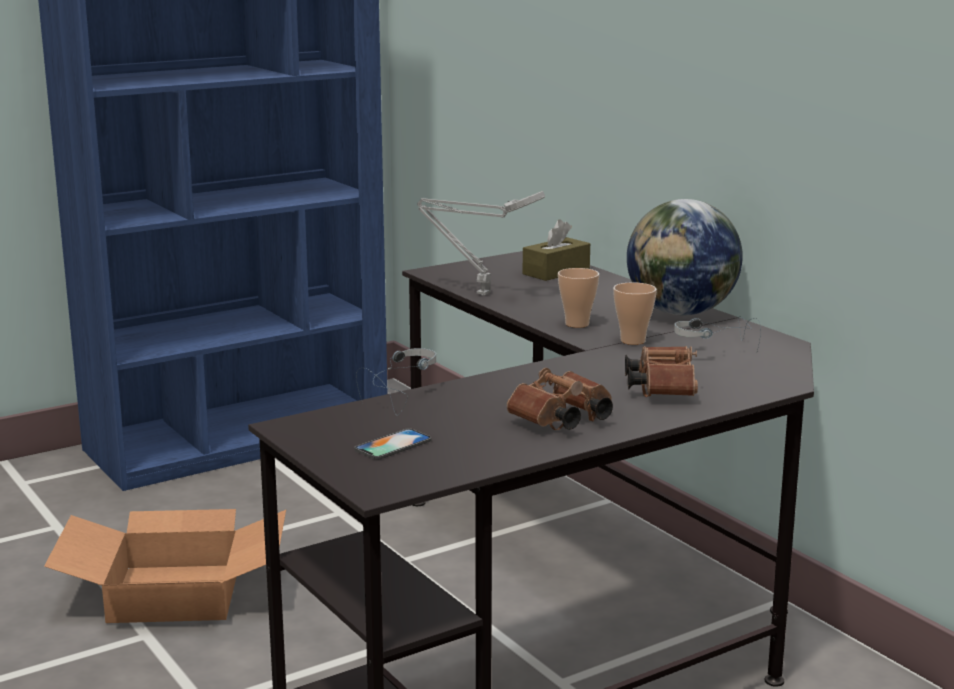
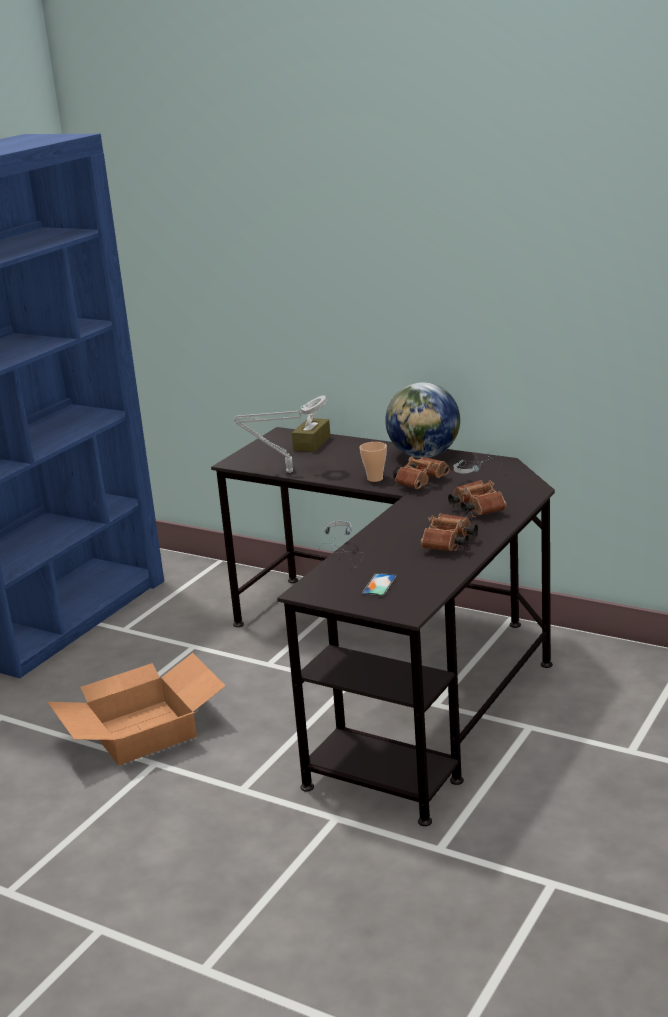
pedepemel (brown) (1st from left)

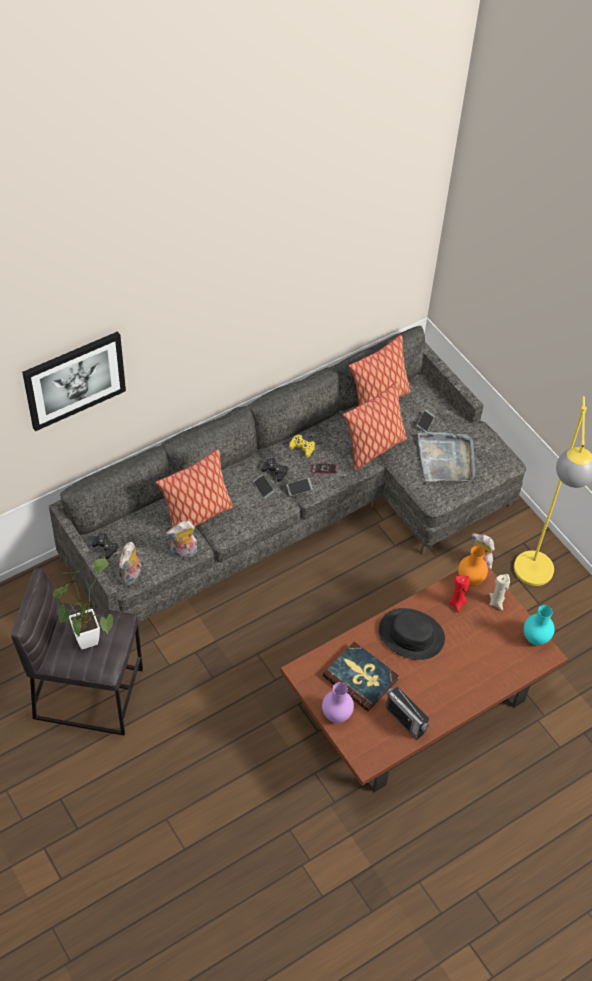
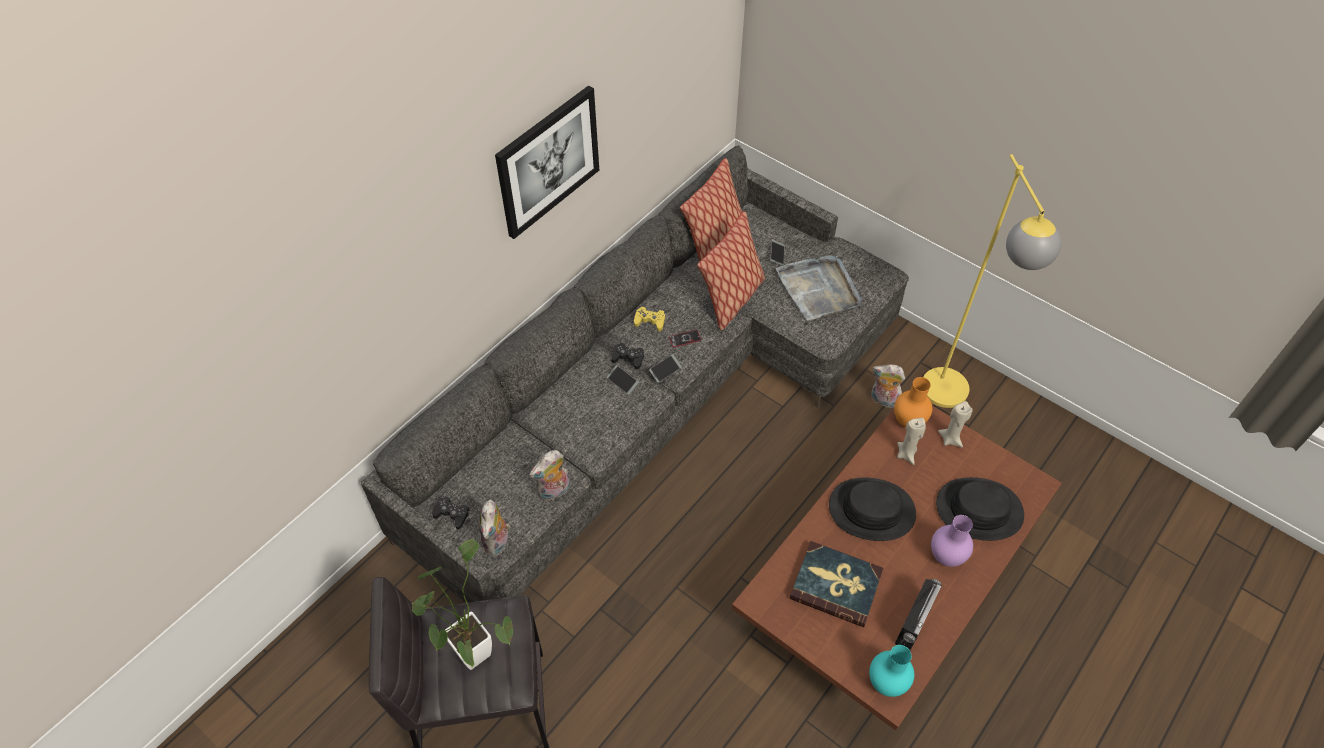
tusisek
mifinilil (1st from left in the first image)
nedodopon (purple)
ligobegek
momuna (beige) (1st from left)
nedodopon (turquoise)
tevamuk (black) (2nd from left)

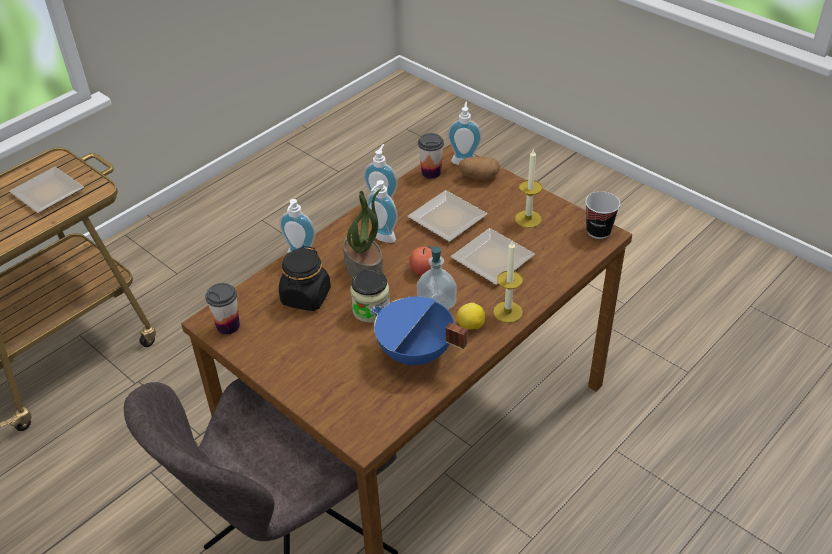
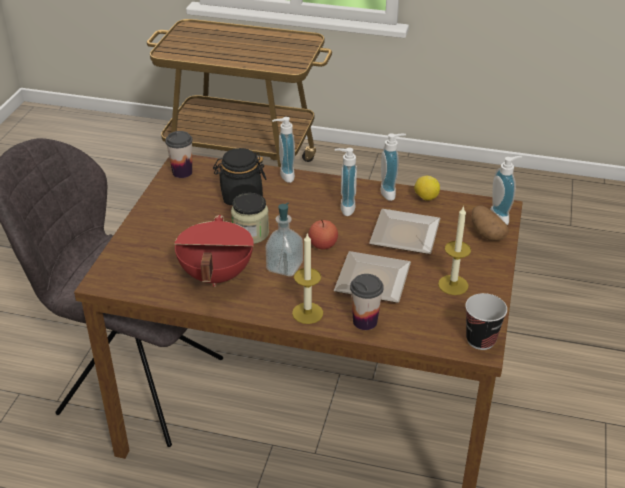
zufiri (1st from left in the first image)
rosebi
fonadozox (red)
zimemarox (2nd from left)
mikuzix

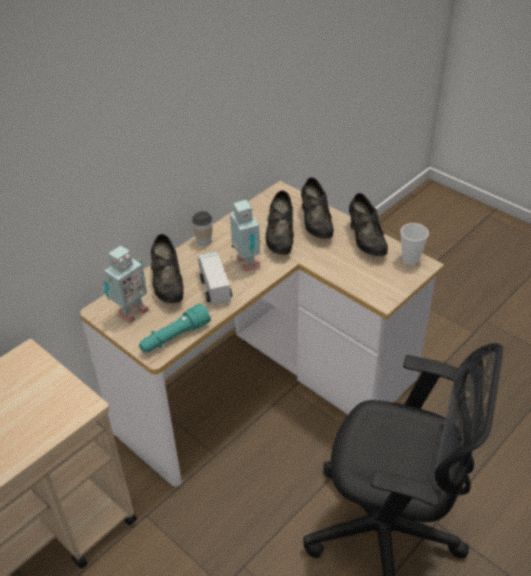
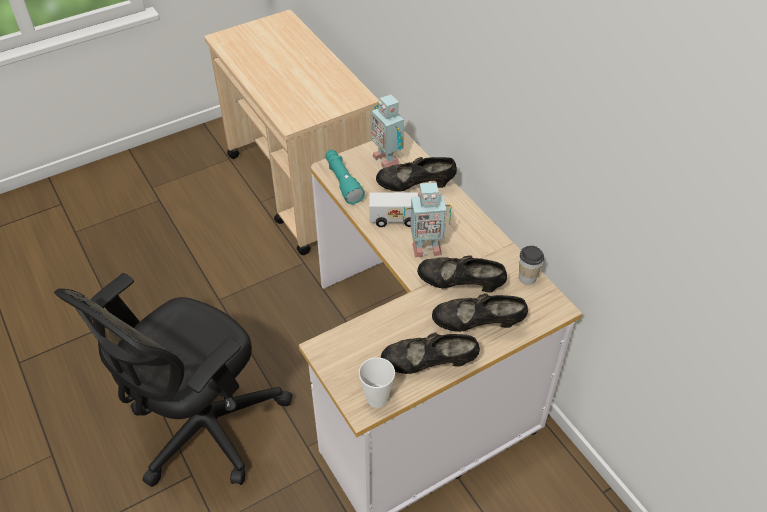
zimemarox (2nd from left)

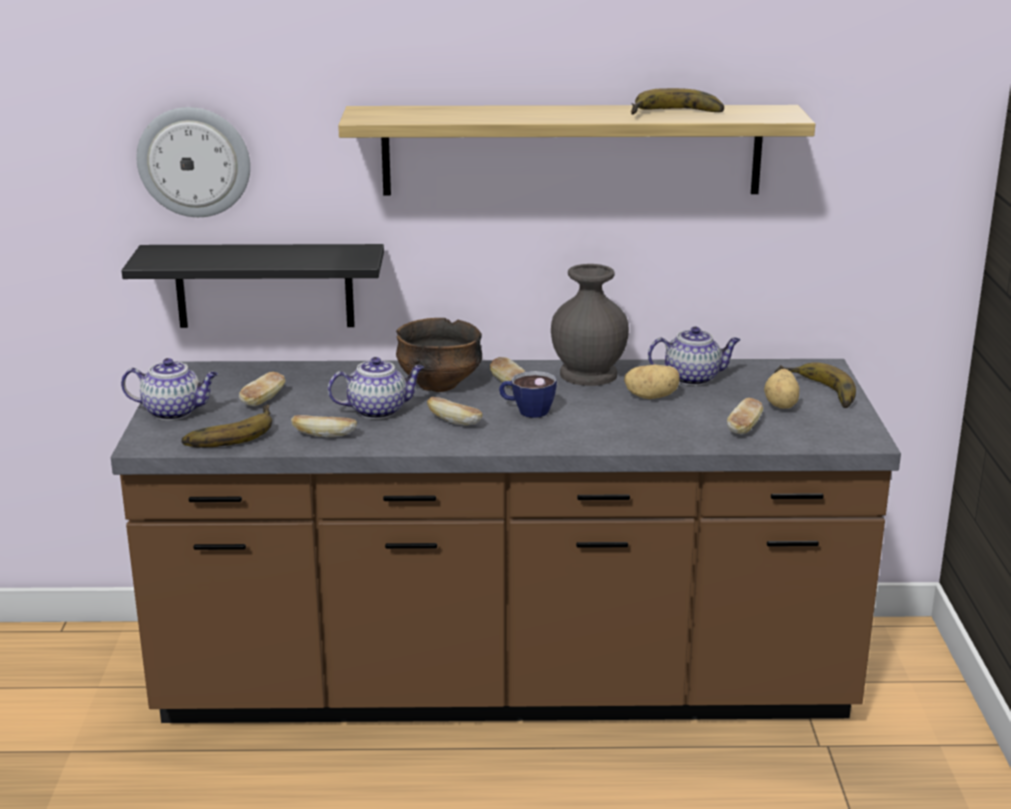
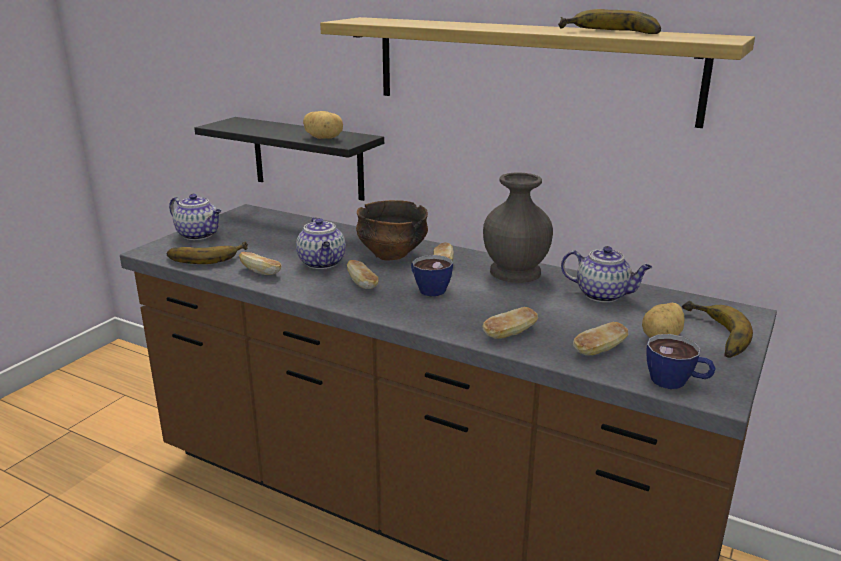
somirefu
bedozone (4th from left)
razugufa (2nd from left)
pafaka (1st from left)
zimemarox (2nd from left)

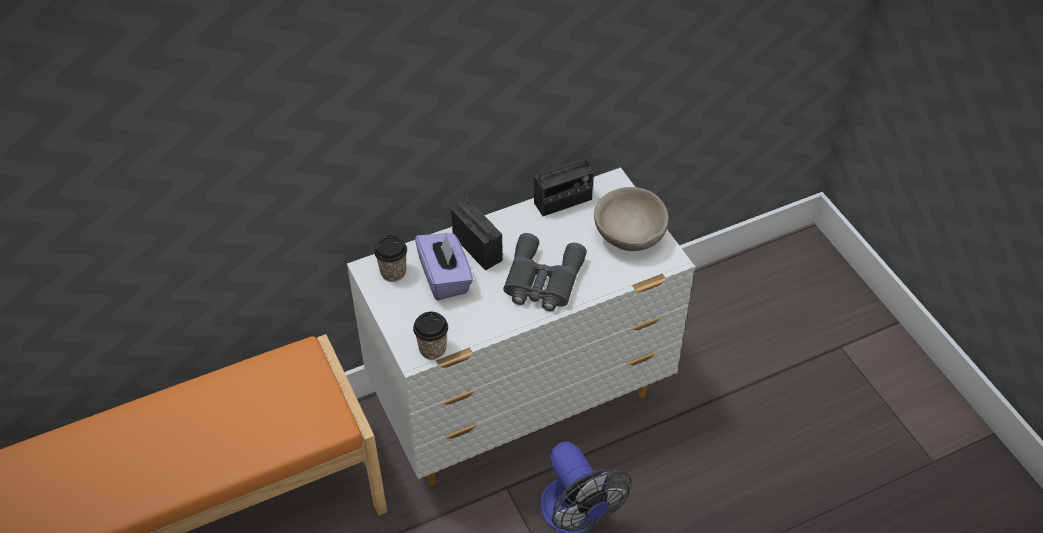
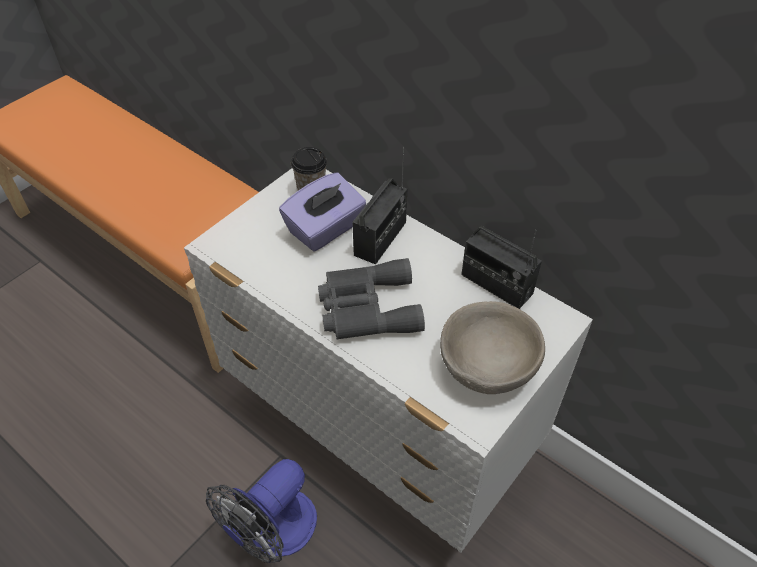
zimemarox (2nd from left in the first image)

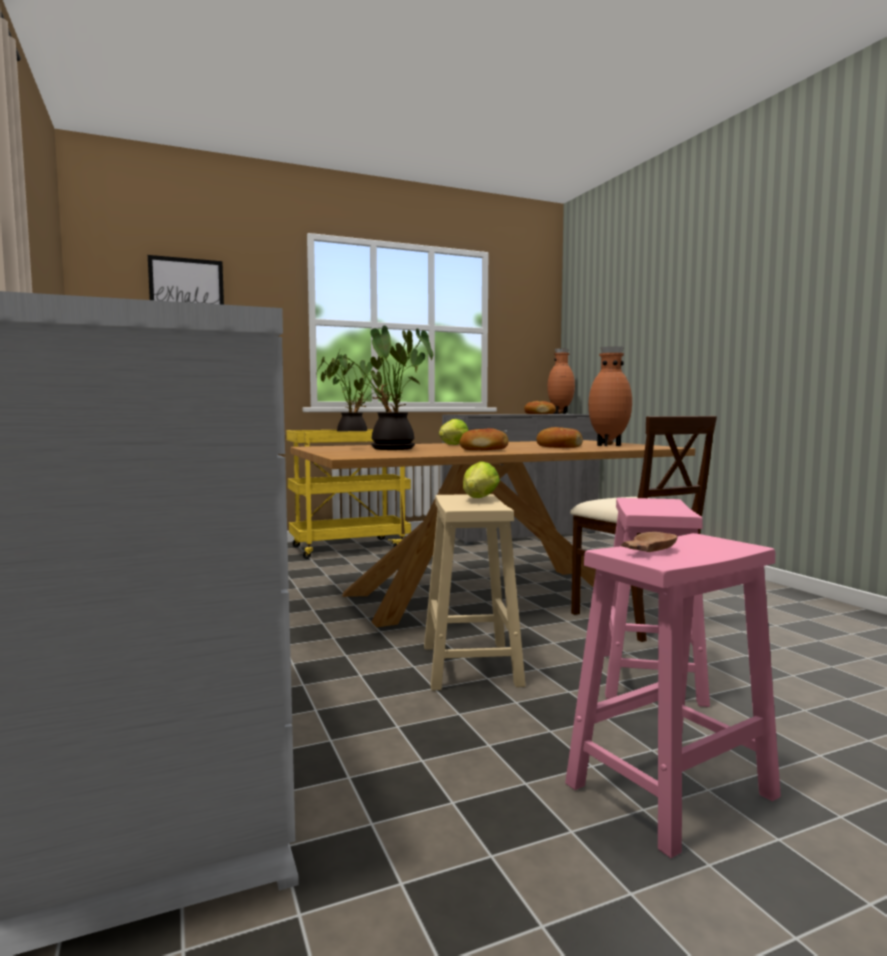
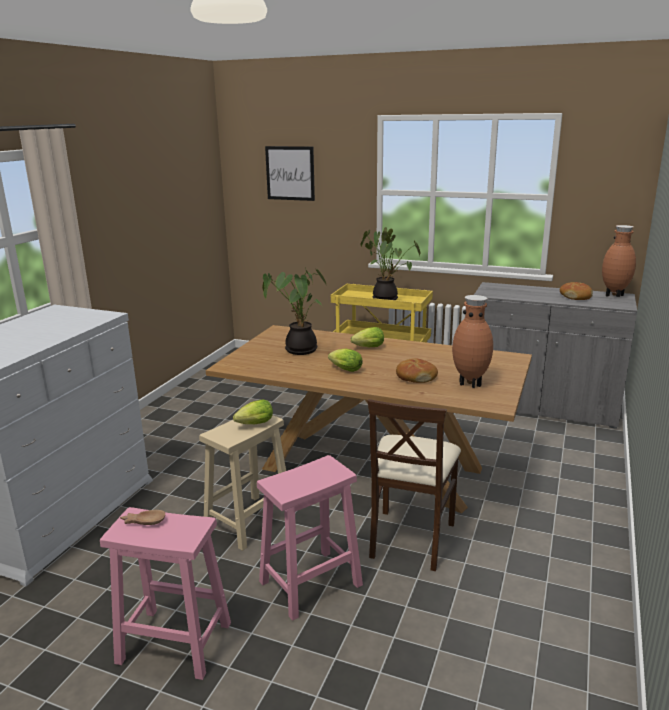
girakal (2nd from left)

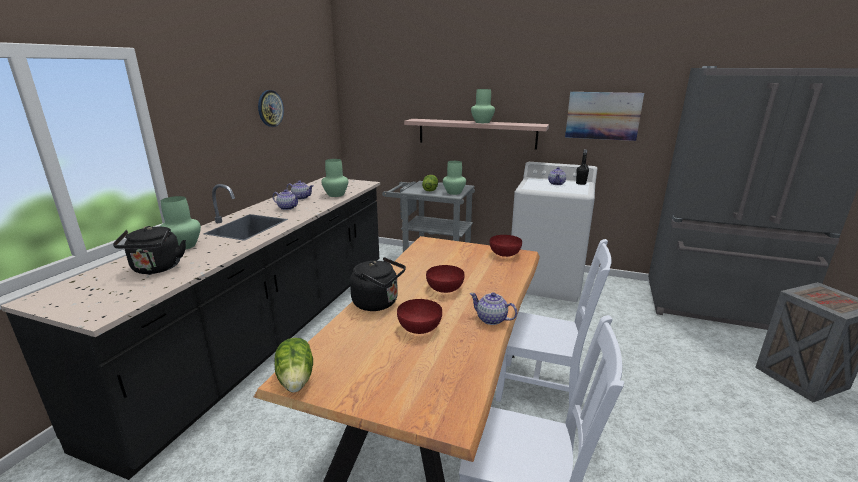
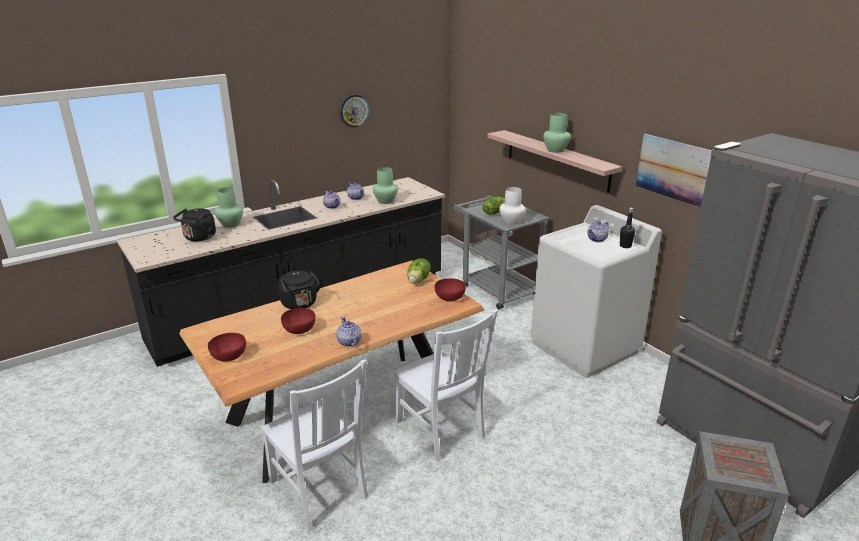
girakal (1st from left)
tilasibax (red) (1st from left)
nedodopon (white)

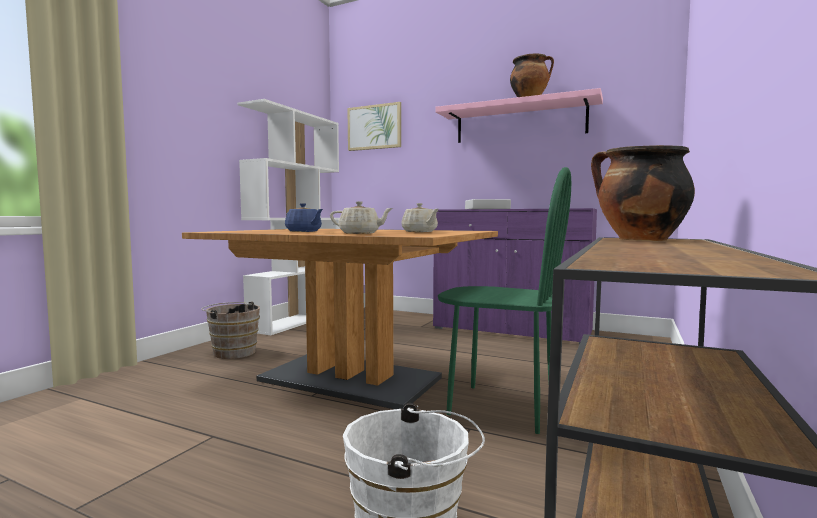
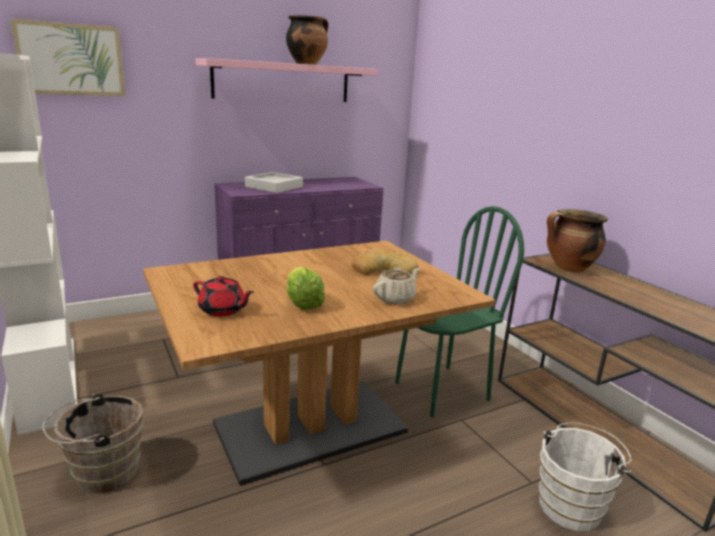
girakal
bedozone
razugufa (red)

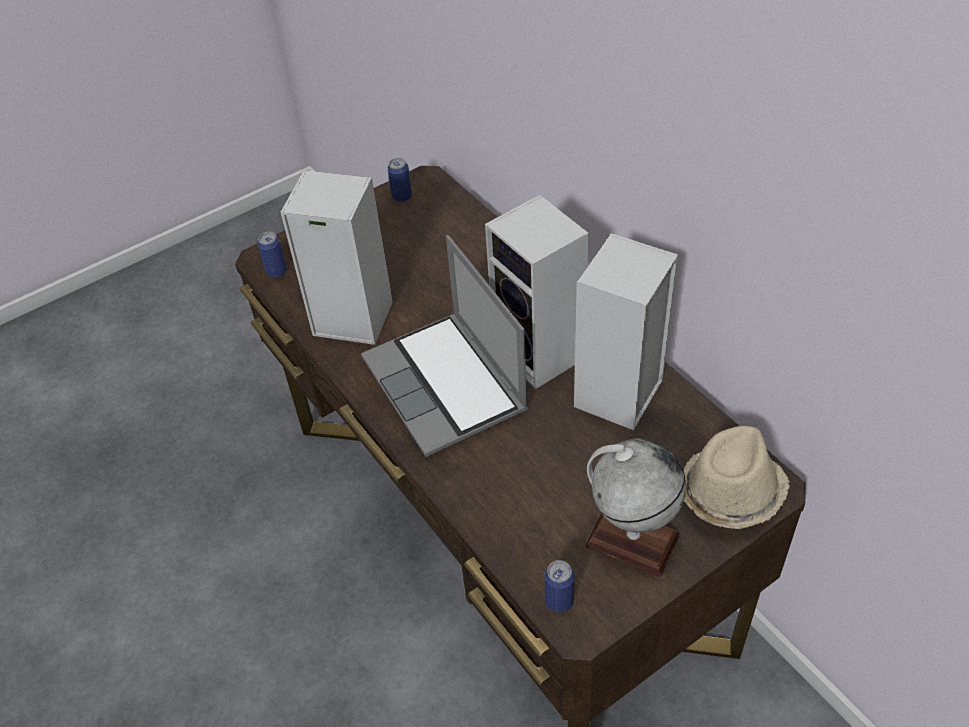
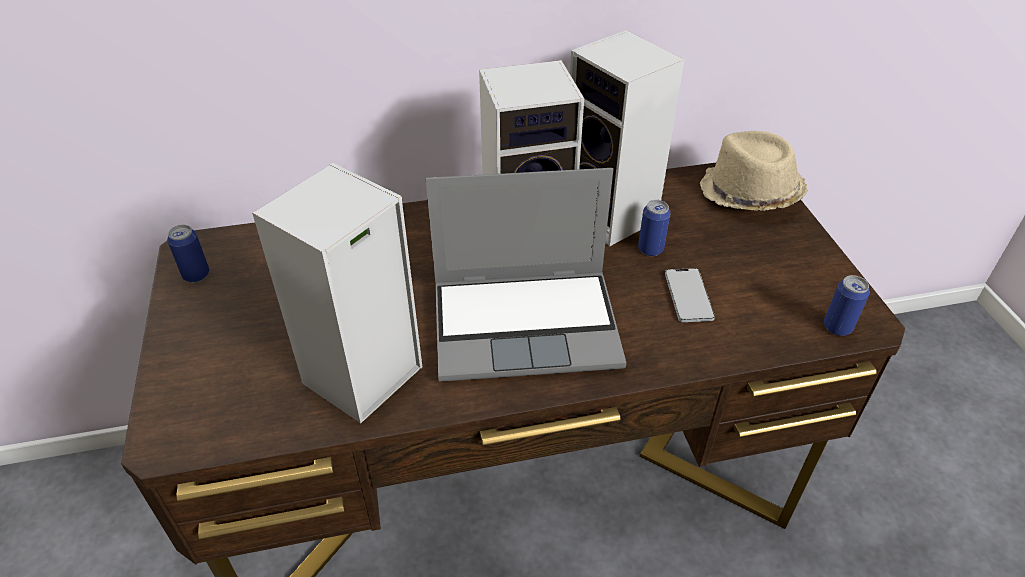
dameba (2nd from left)
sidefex
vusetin

